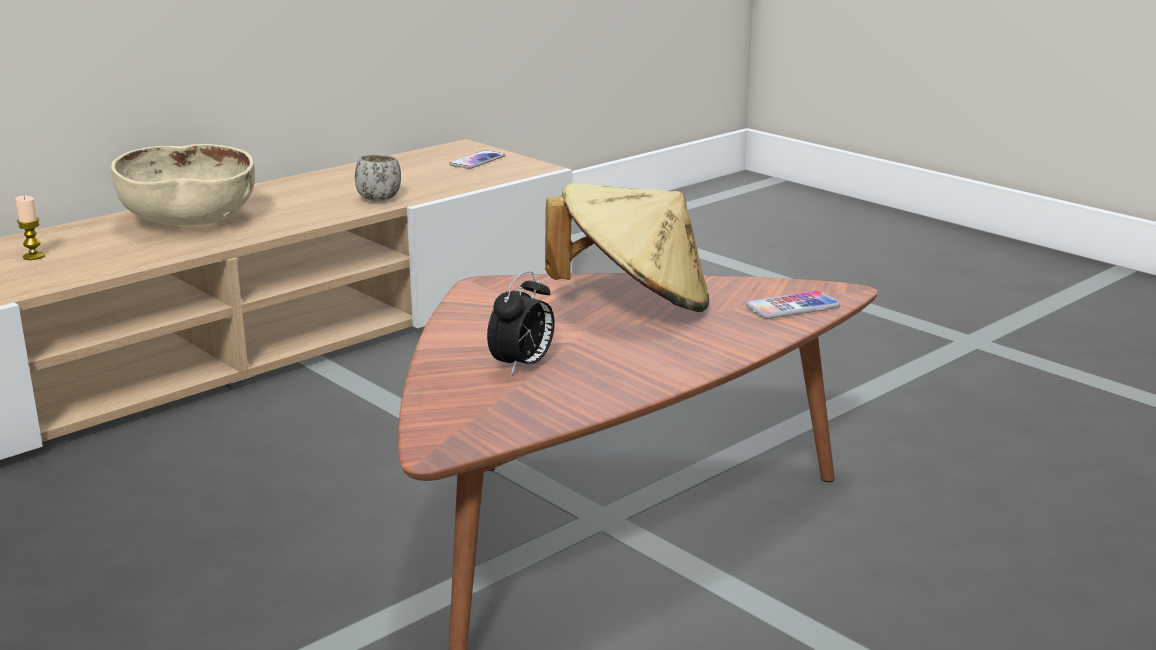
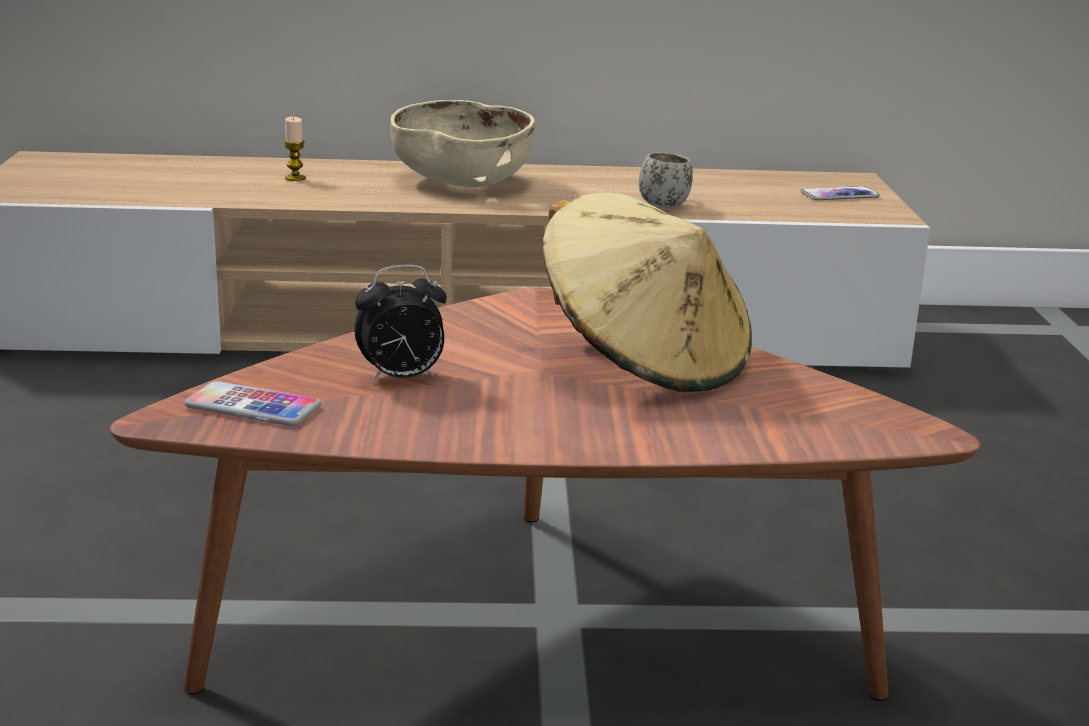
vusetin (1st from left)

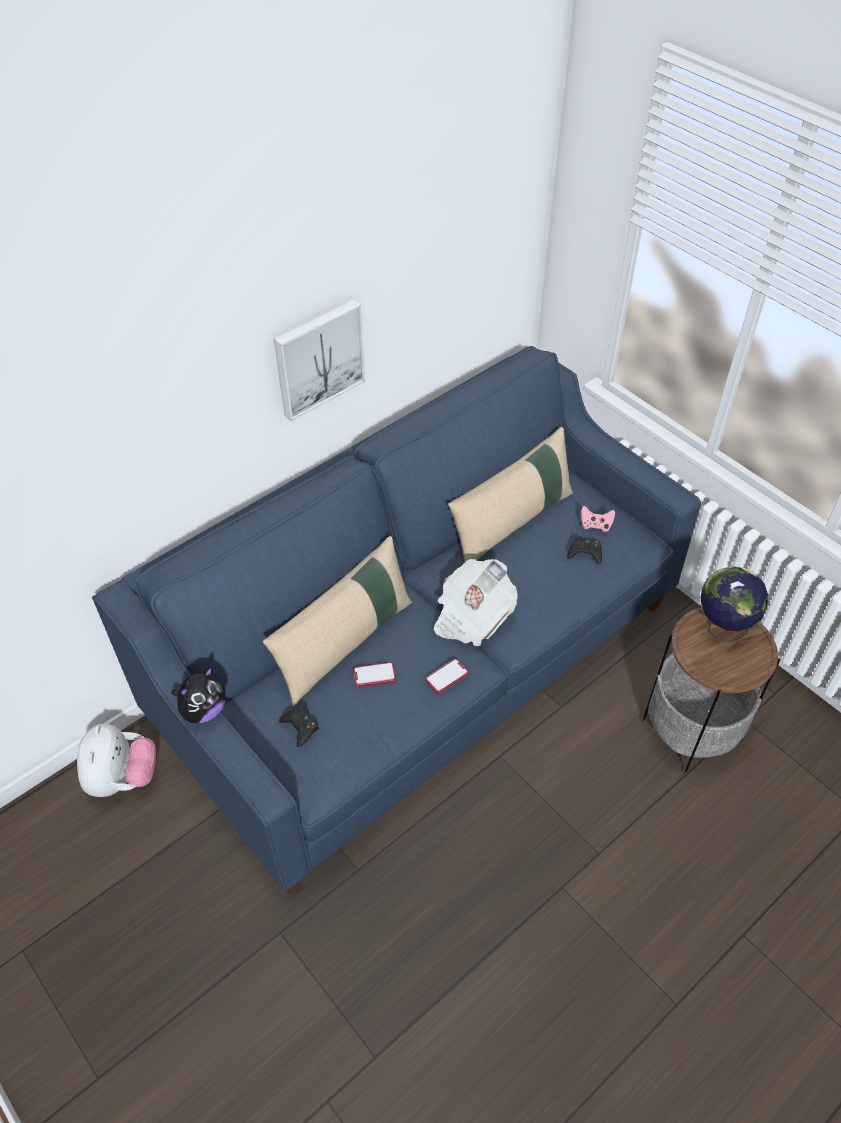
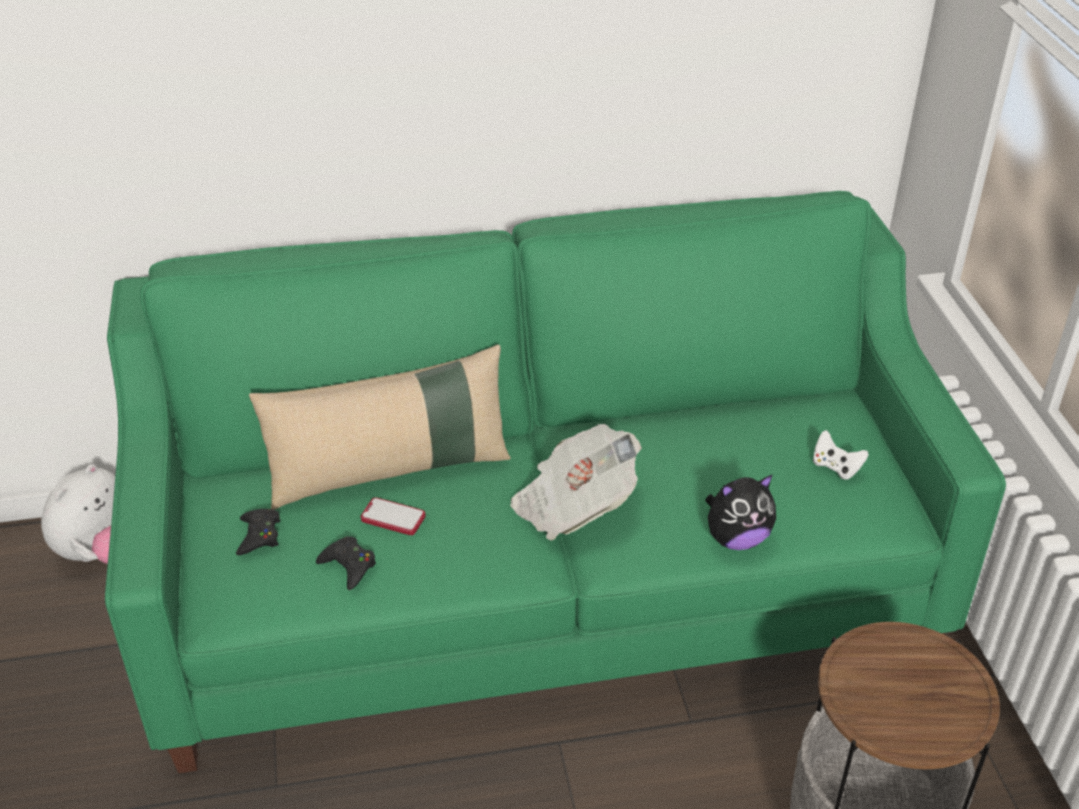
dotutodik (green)
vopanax (2nd from left)
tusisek
vusetin (2nd from left in the first image)
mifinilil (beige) (2nd from left in the first image)
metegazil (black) (2nd from left)
metegazil (white)
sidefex

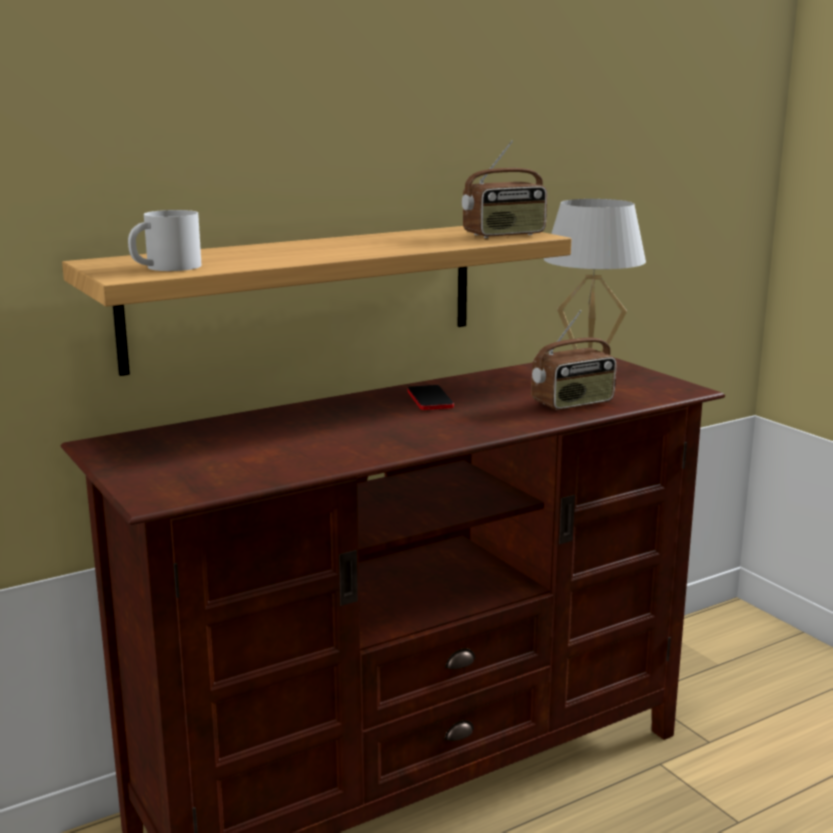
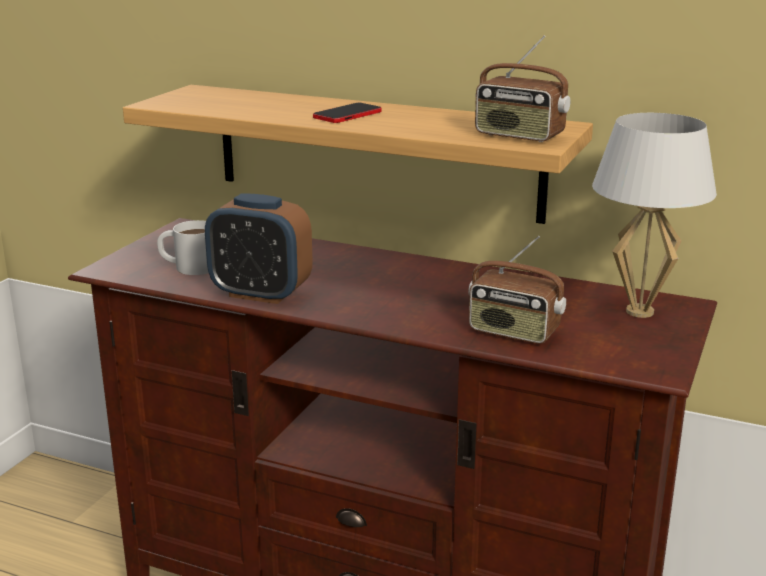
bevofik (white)
vusetin
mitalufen

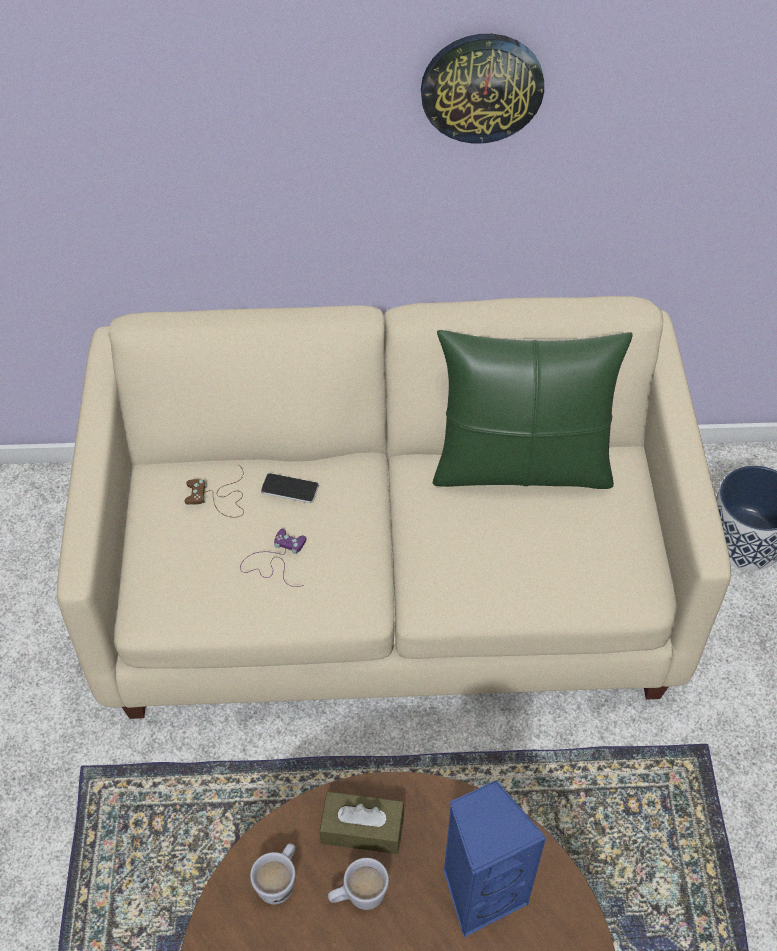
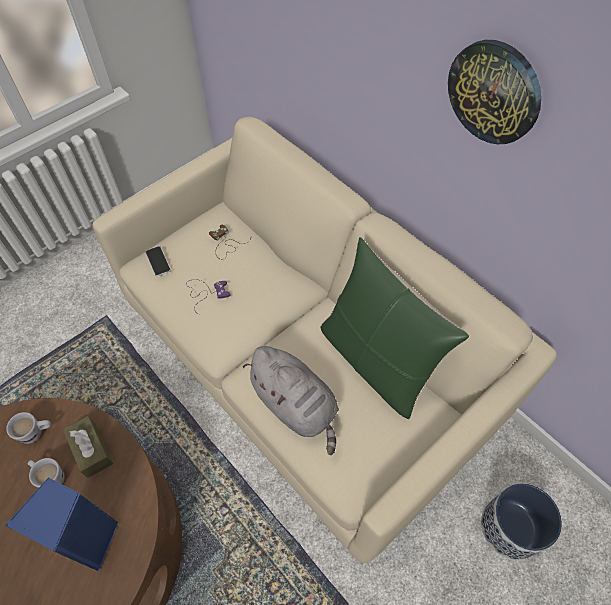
vusetin
vopanax (grey)

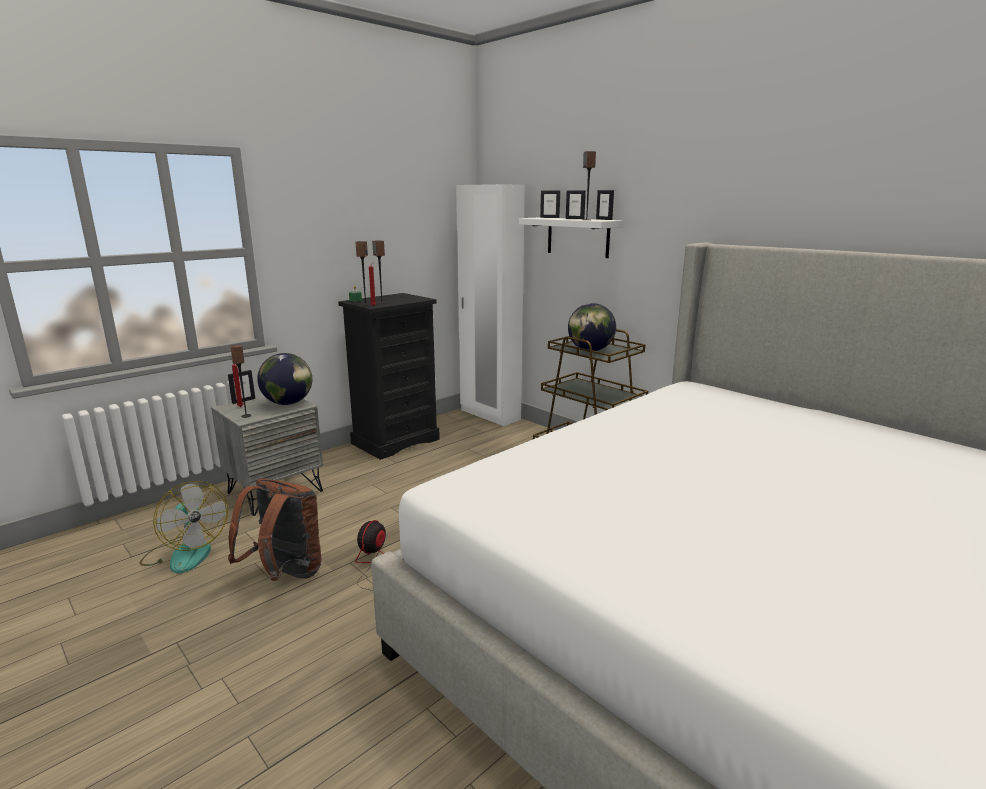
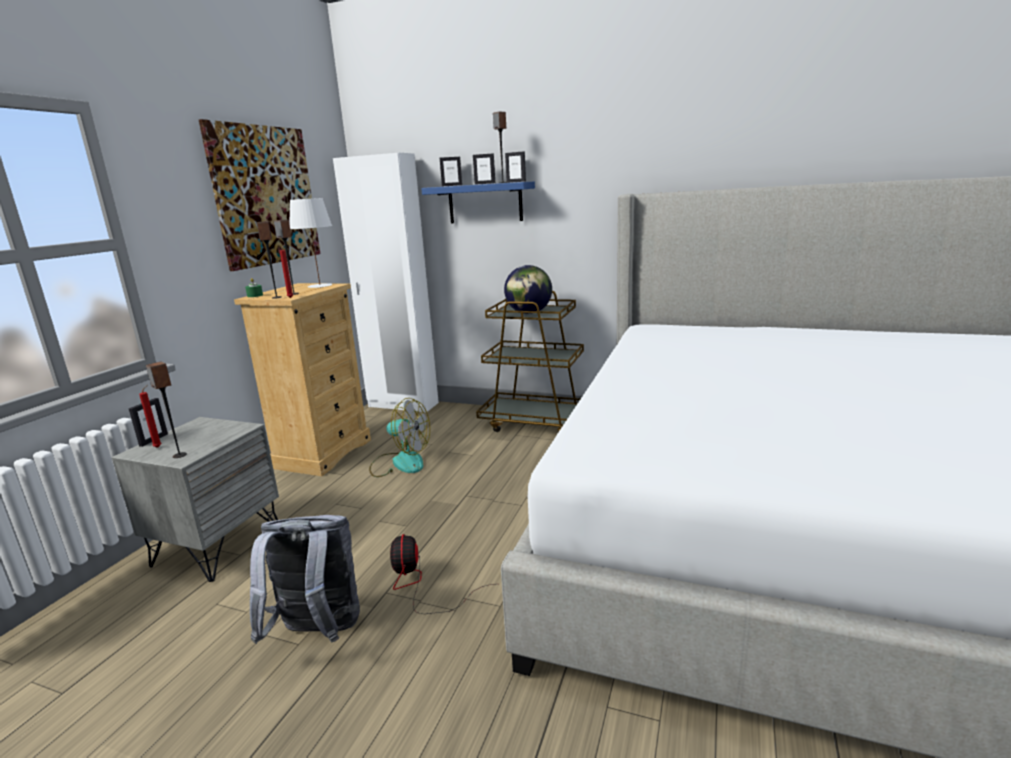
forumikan (1st from left)
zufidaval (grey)
sidefex (1st from left in the first image)
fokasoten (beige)
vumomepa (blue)
tusisek
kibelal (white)

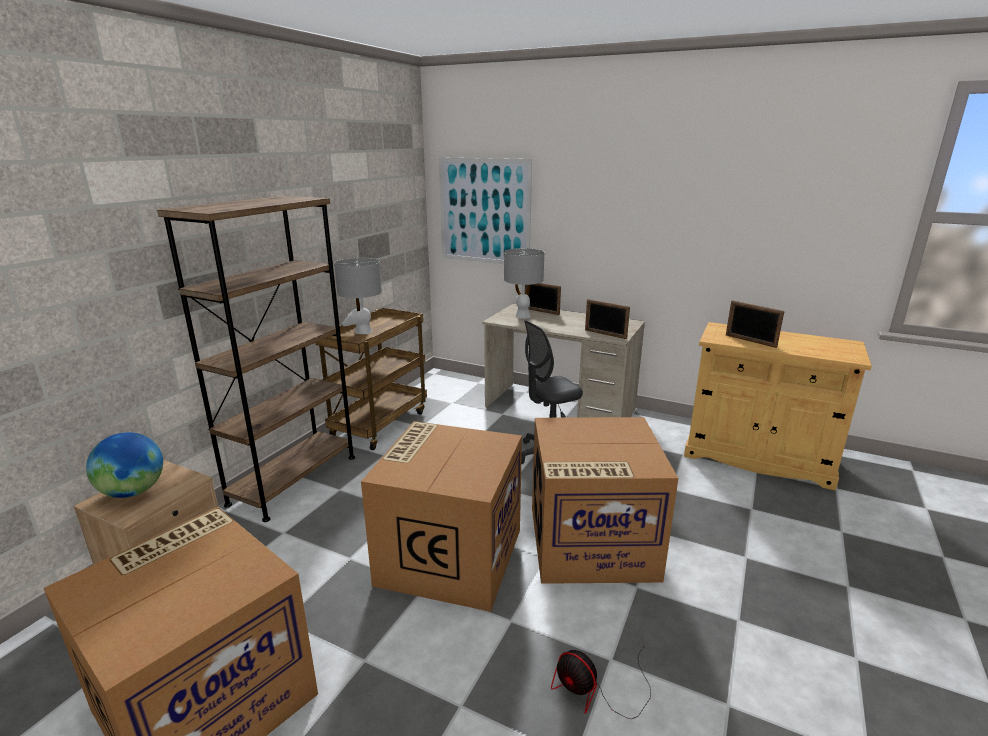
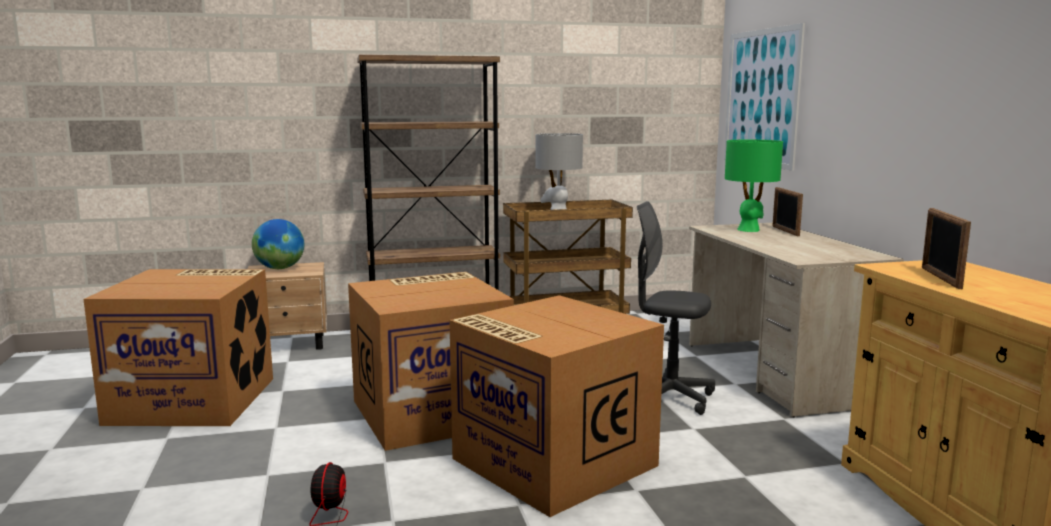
kibelal (green)
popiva (2nd from left in the first image)

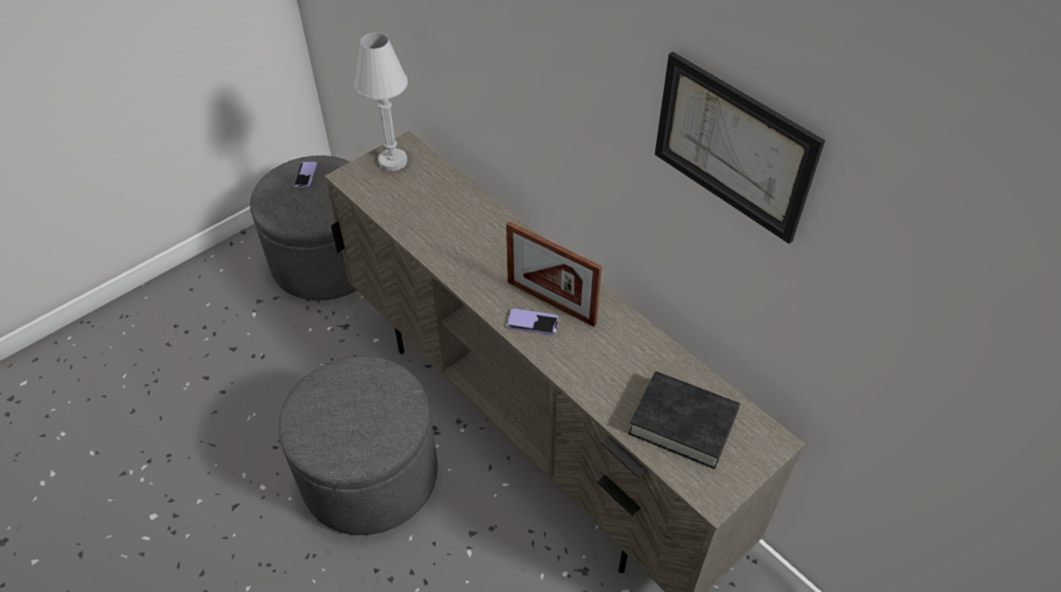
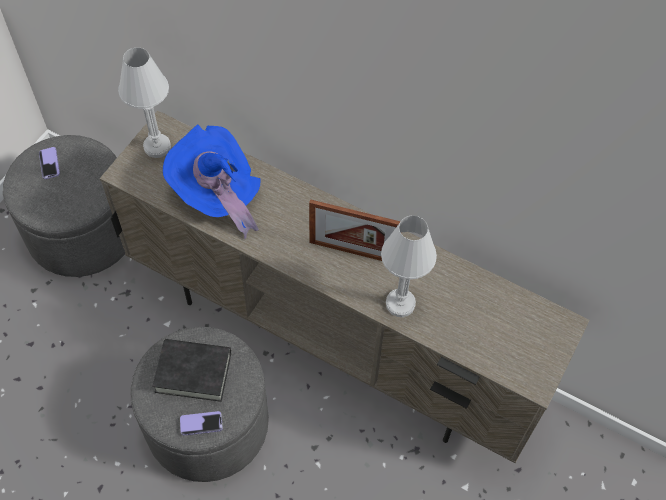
vusetin (2nd from left)
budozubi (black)
tusisek
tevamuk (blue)
kibelal (white) (2nd from left)

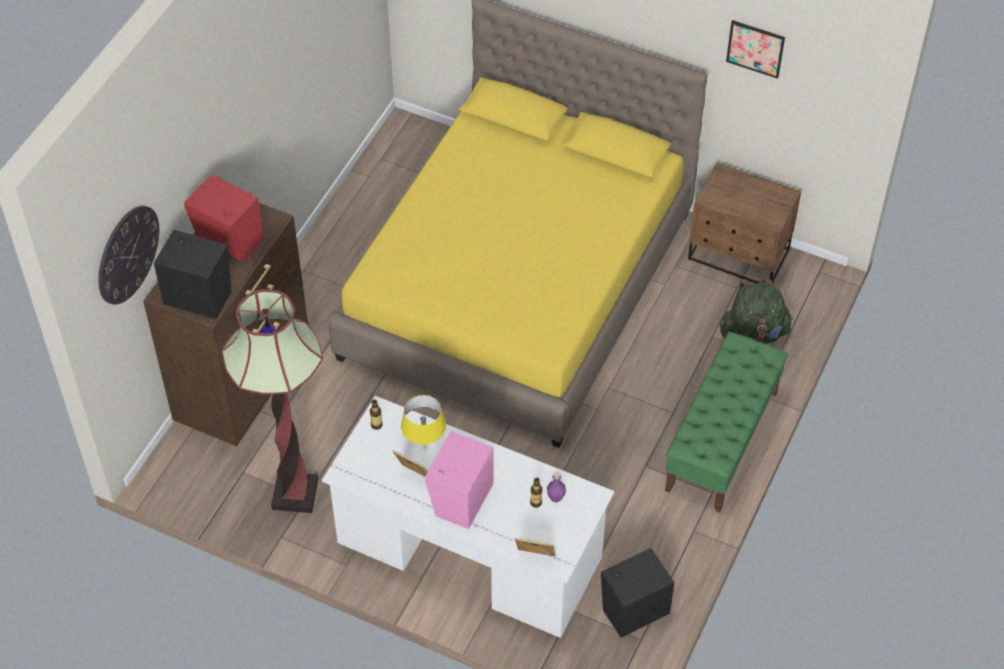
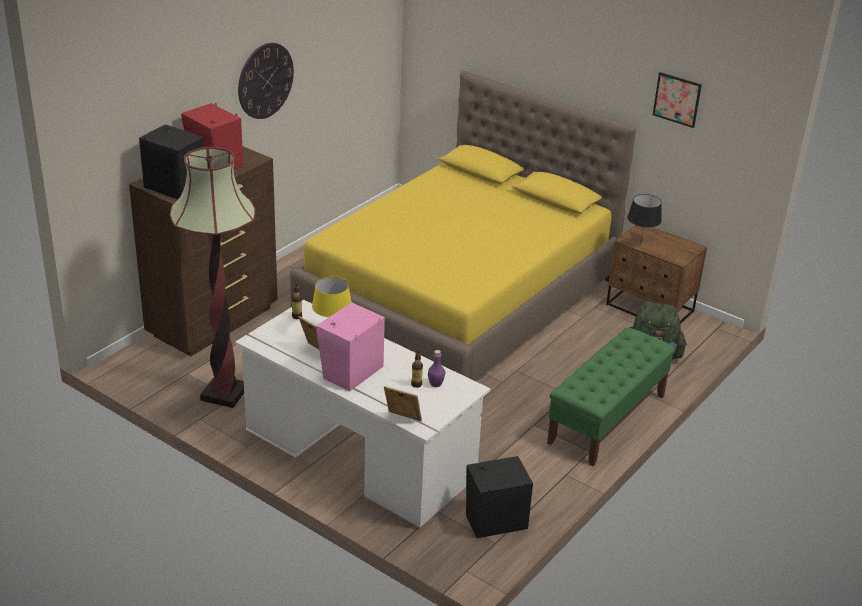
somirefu
kibelal (black)

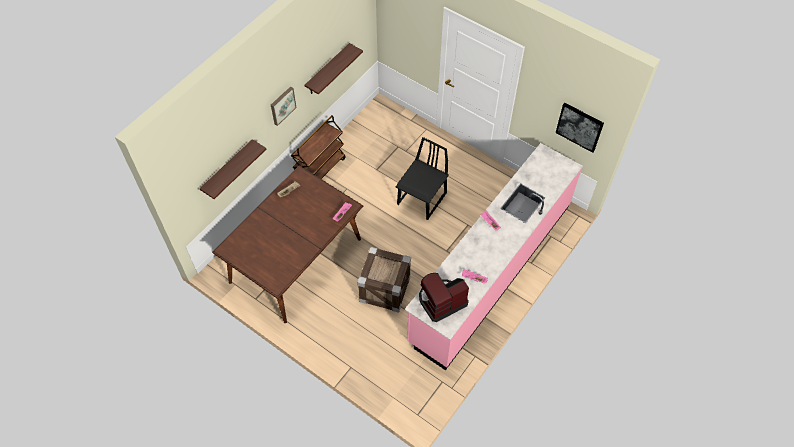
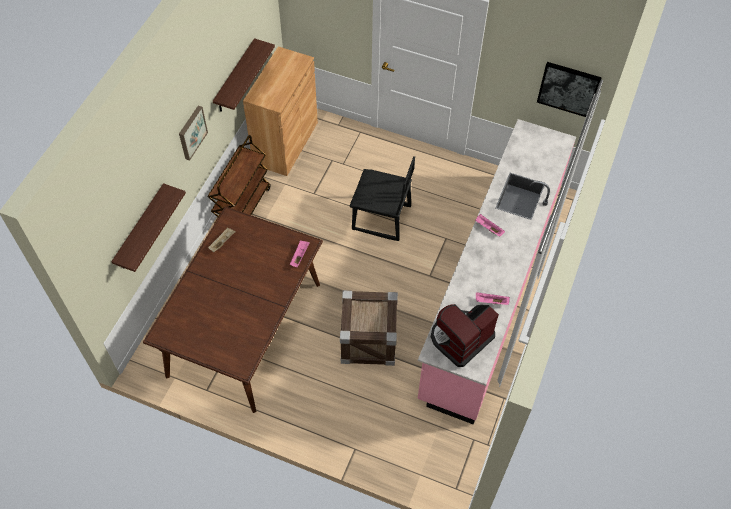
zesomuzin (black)
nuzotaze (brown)

